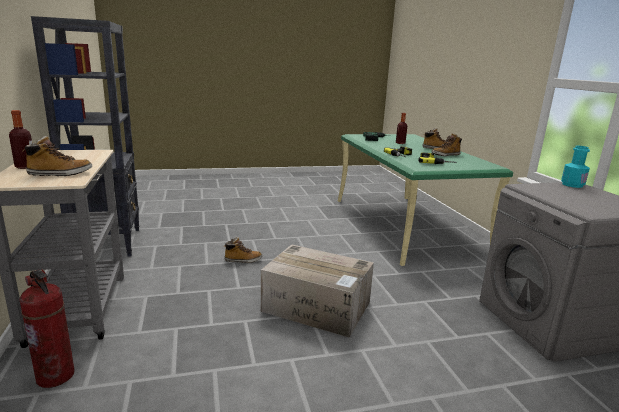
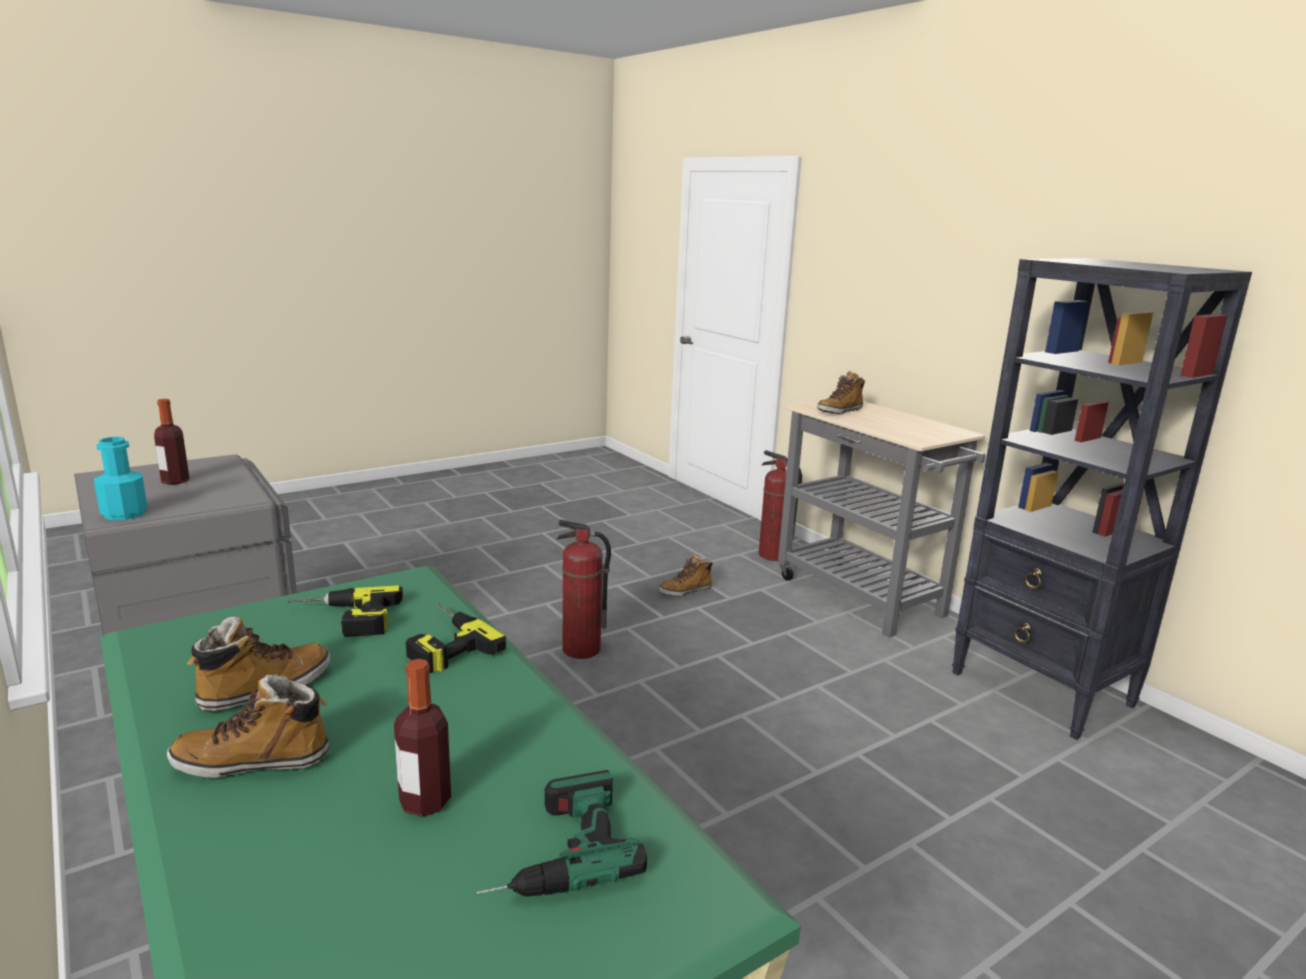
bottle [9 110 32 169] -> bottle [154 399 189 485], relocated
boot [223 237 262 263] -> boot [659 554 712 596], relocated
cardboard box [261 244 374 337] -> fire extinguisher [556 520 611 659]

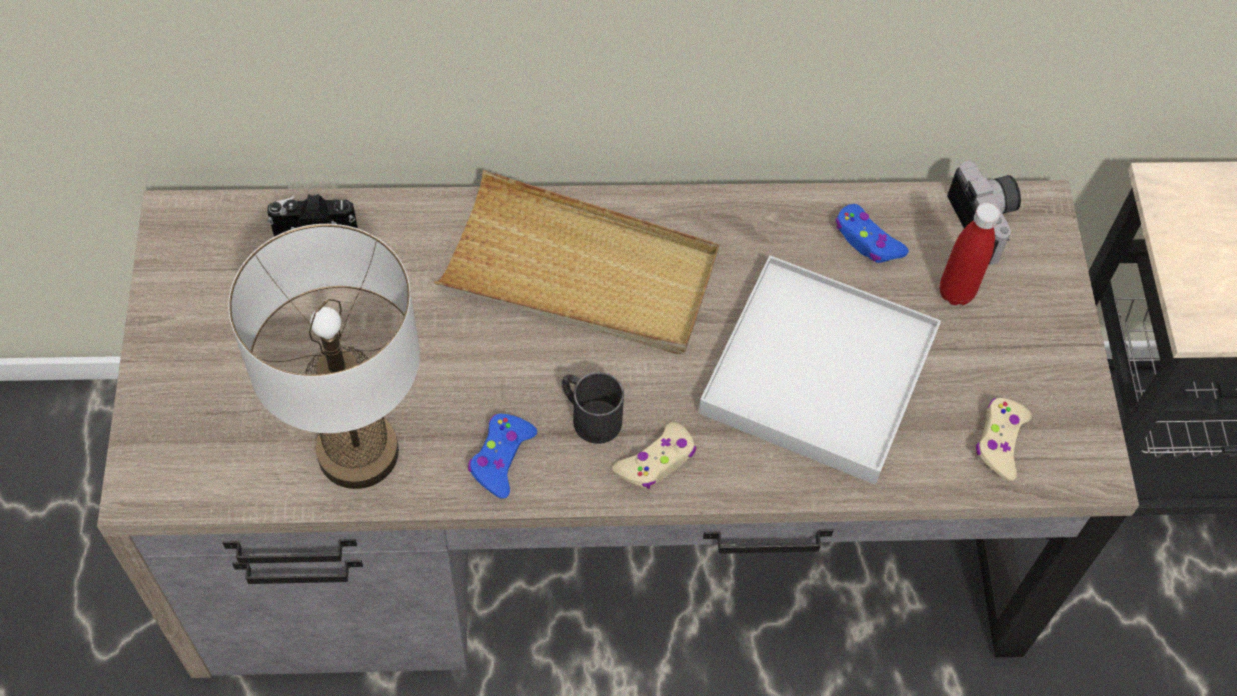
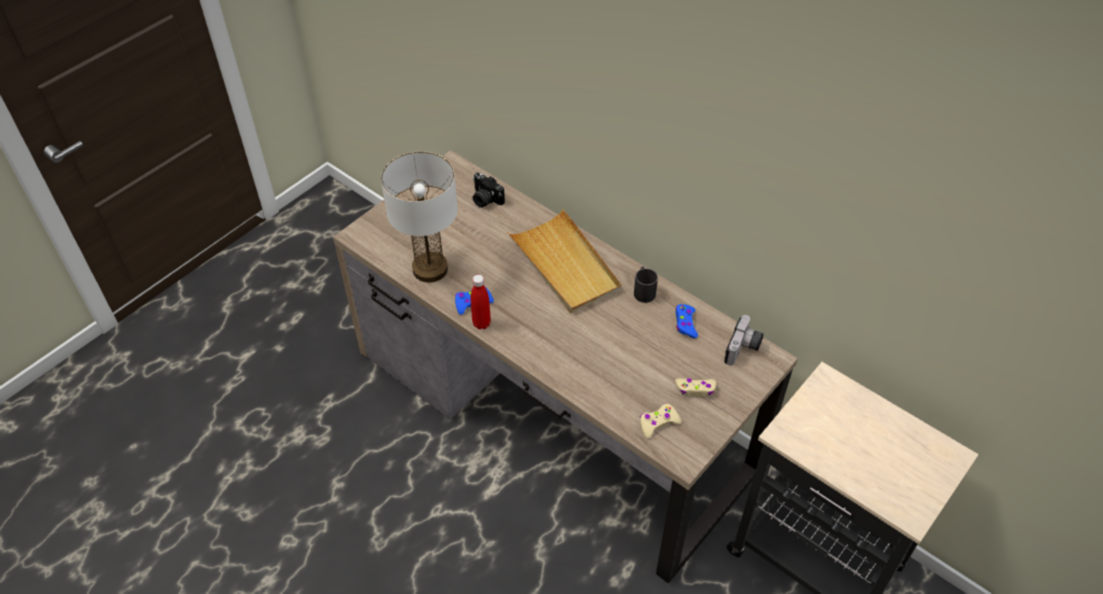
tray (white) [698 255 941 485] -> none
mug (black) [562 372 624 444] -> mug (black) [634 266 658 303], relocated
game controller (beige) [612 422 696 489] -> game controller (beige) [675 378 716 397], relocated
bottle (red) [939 203 1000 305] -> bottle (red) [471 275 491 329], relocated

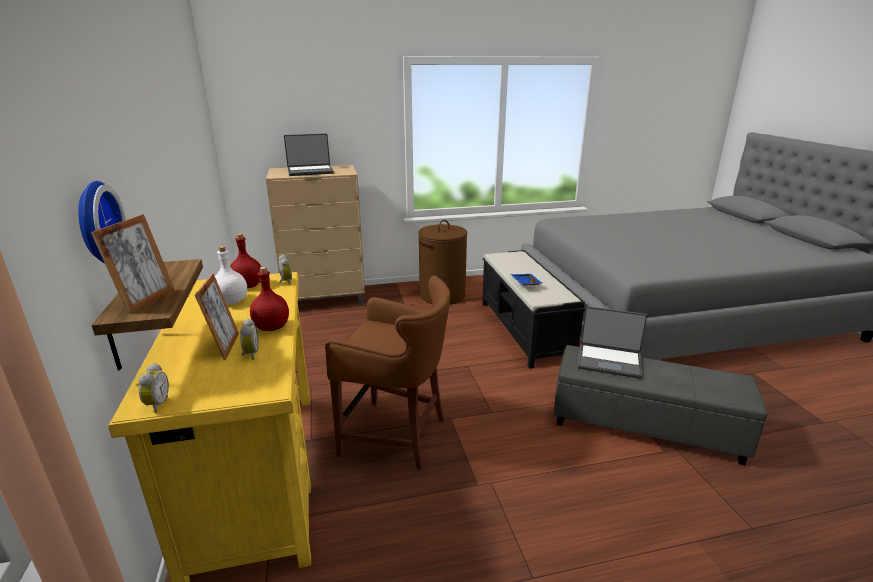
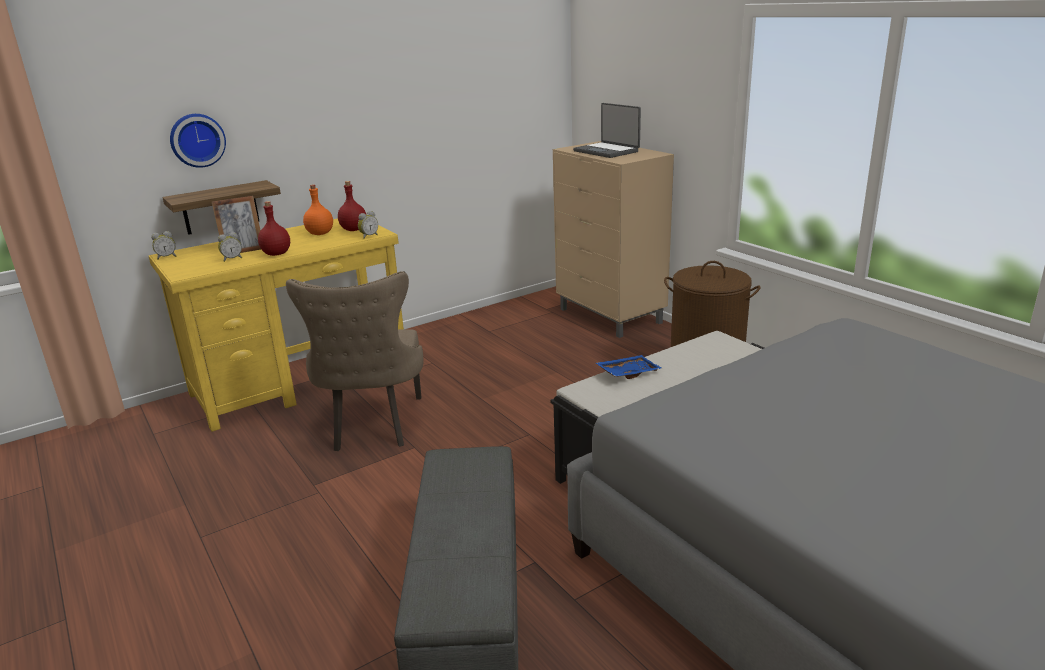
picture frame [91 214 174 314] -> none
laptop [578 306 647 379] -> none
stool (brown) [325 275 450 470] -> chair (beige) [286 272 423 451]
bottle (white) [215 246 247 305] -> bottle (orange) [303 184 333 235]

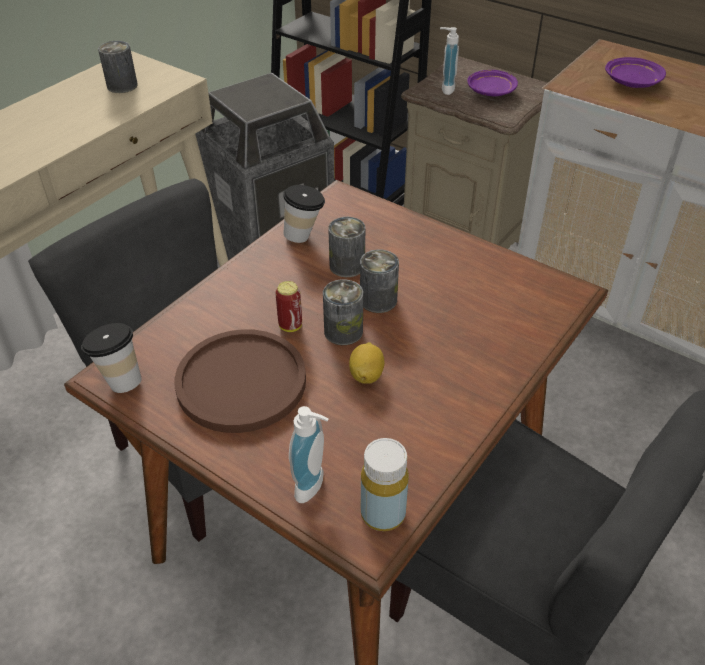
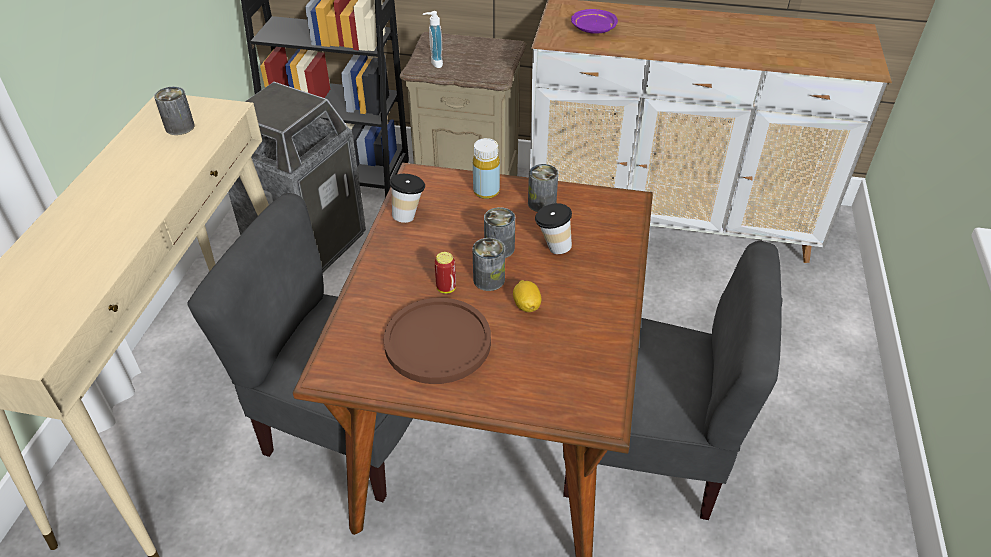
soap dispenser [289 406 329 503] -> none
plate (purple) [467 70 518 96] -> none
cup [81 323 142 393] -> cup [535 203 572 254], relocated
can [328 217 365 277] -> can [528 164 558 212], relocated
bottle (yellow) [361 438 409 531] -> bottle (yellow) [473 138 500 199], relocated

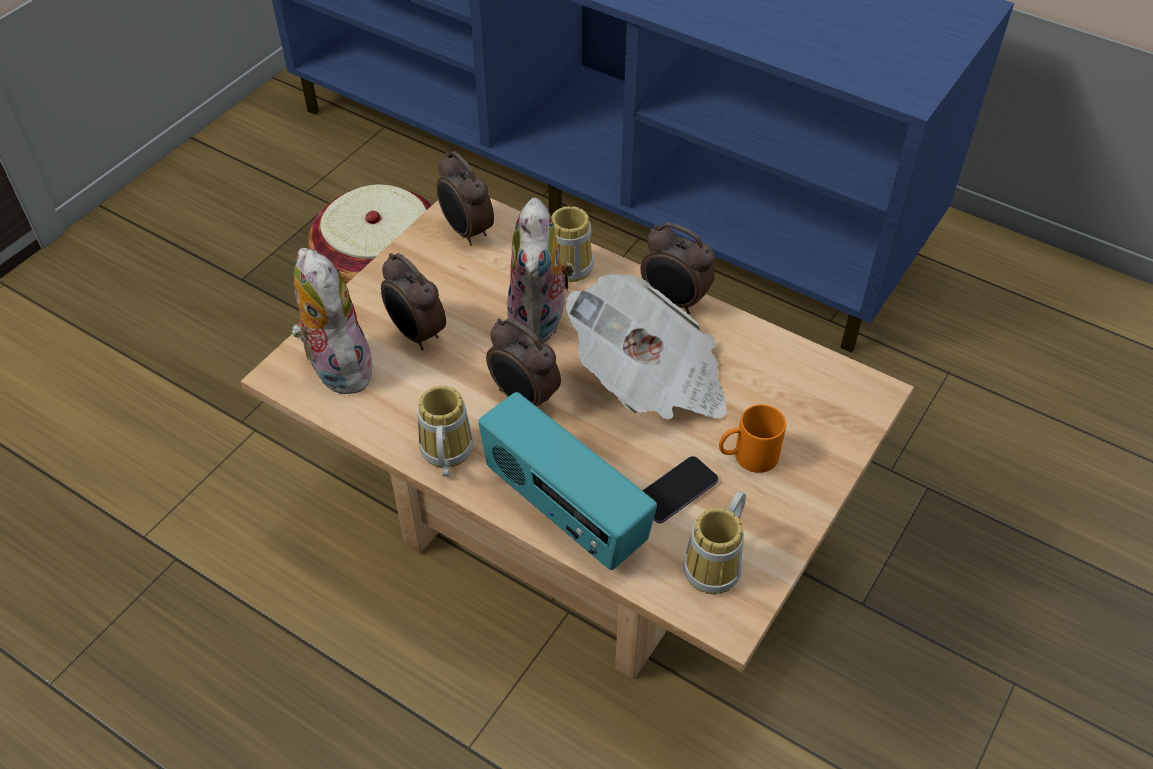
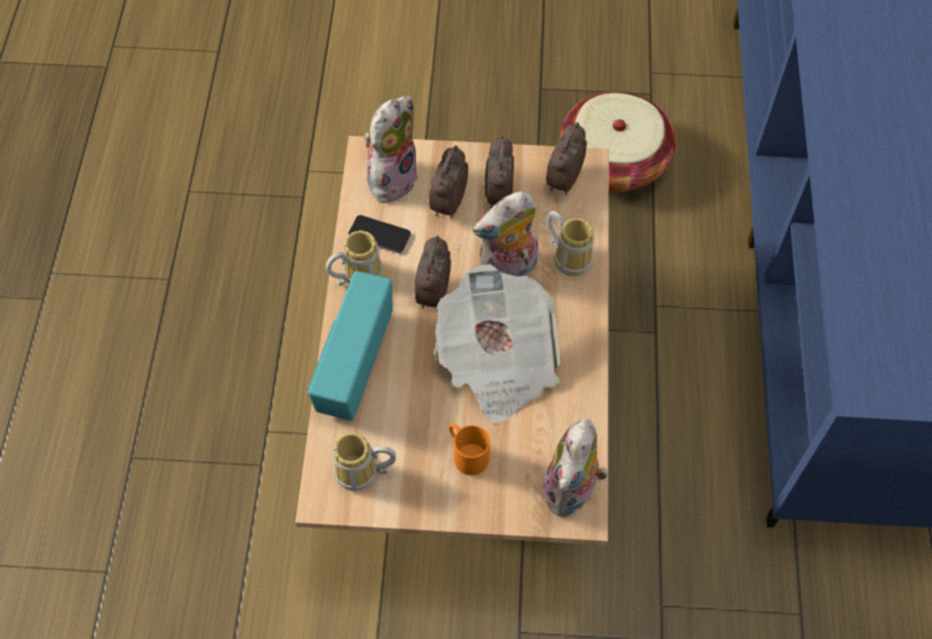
none -> plush toy [541 419 608 517]
alarm clock [641 222 715 314] -> alarm clock [485 135 514 208], relocated
phone [642 456 718 523] -> phone [348 215 411 253], relocated

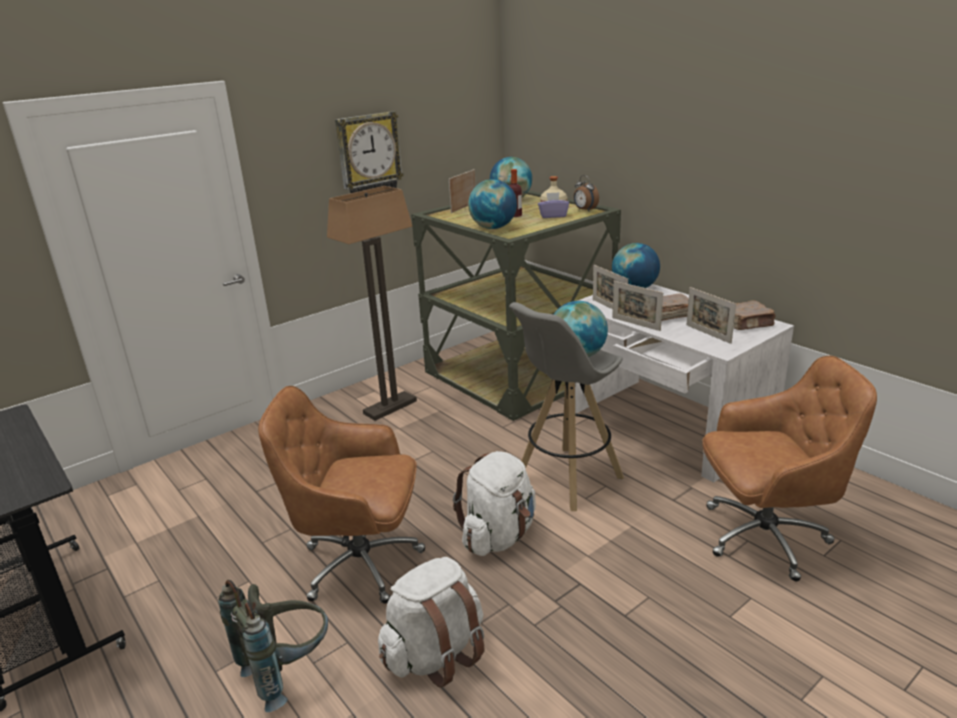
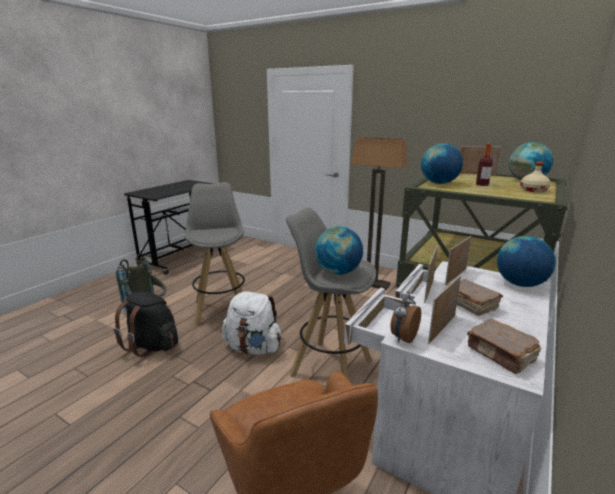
wall clock [335 111 404 193] -> none
tissue box (purple) [538 192 569 218] -> none
alarm clock [574 175 599 212] -> alarm clock [390 292 421 343], relocated
office chair (brown) [258 386 425 604] -> stool (grey) [184 182 245 326]
backpack (white) [378 557 484 688] -> backpack (black) [114 291 178 357]

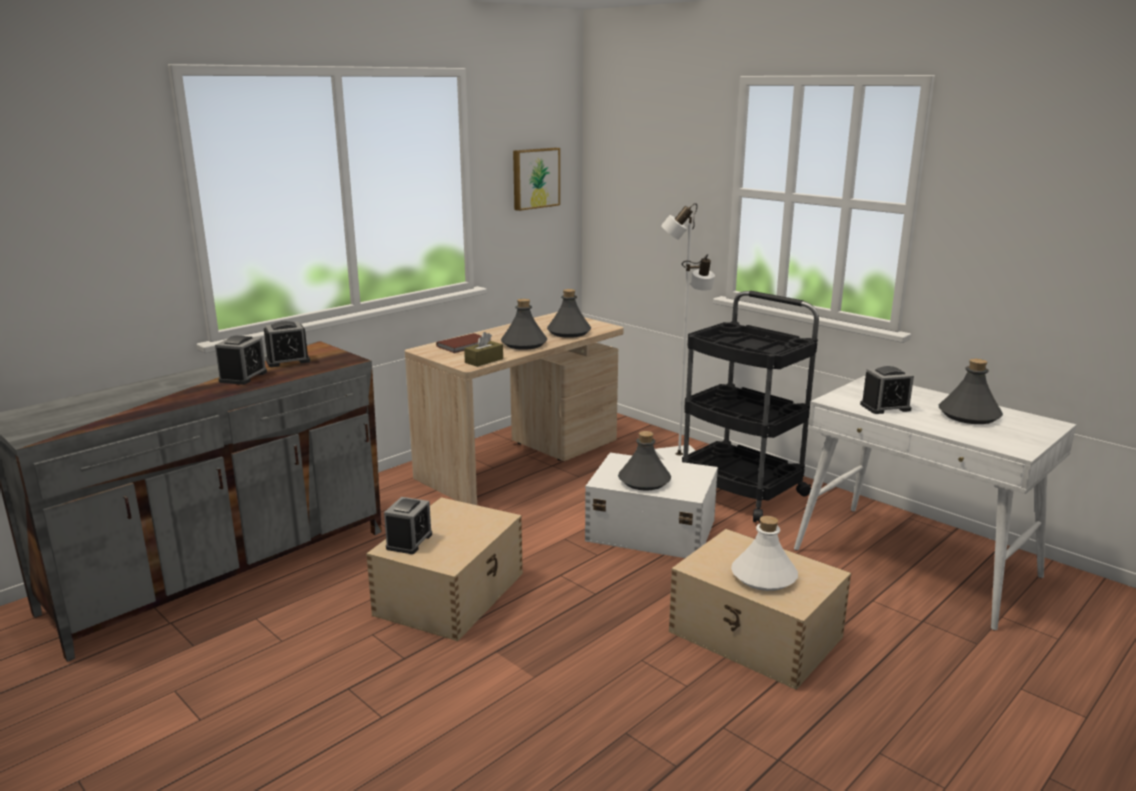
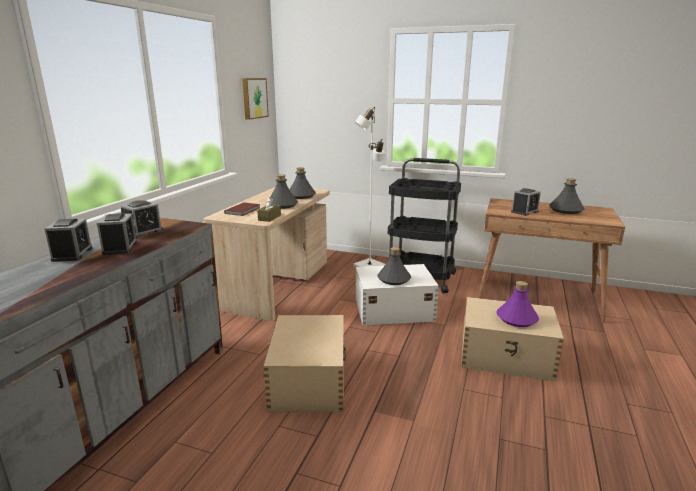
alarm clock [384 497 432 554] -> alarm clock [44 219 93 262], relocated
bottle (white) [731 516 798 591] -> bottle (purple) [496 281 539 327]
desk (white) [794 375 1076 631] -> desk (brown) [478 198 625 323]

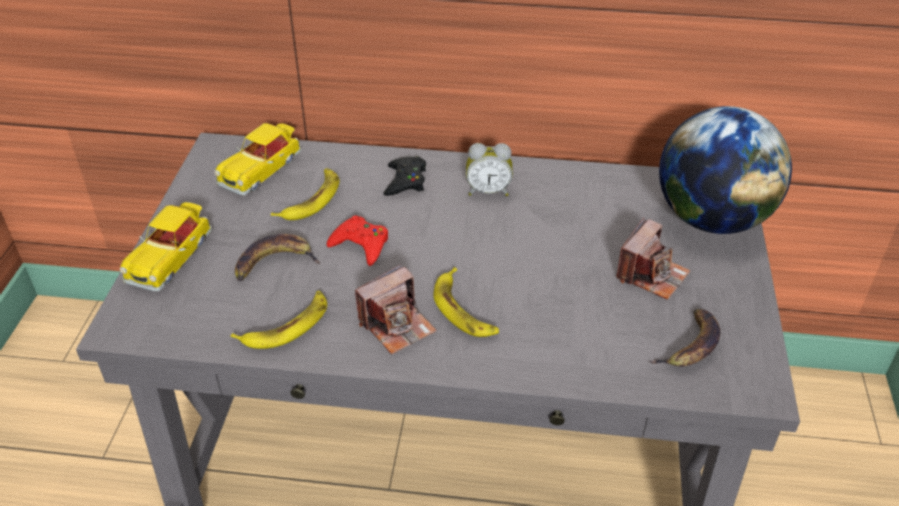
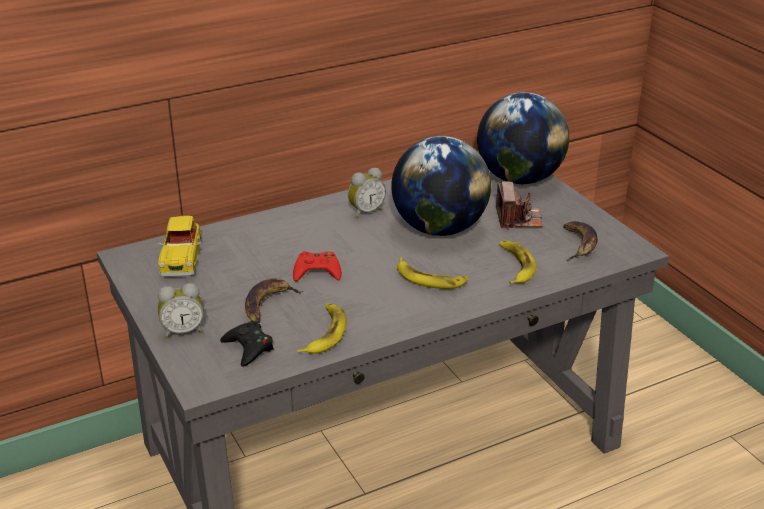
photo camera [355 265 436 354] -> none
none -> globe [391 136 491 236]
banana [271 168 340 220] -> banana [499 241 537 284], relocated
game controller (black) [383 156 426 196] -> game controller (black) [220 321 274 367], relocated
toy car [120 202 212 291] -> alarm clock [158 283 204 338]

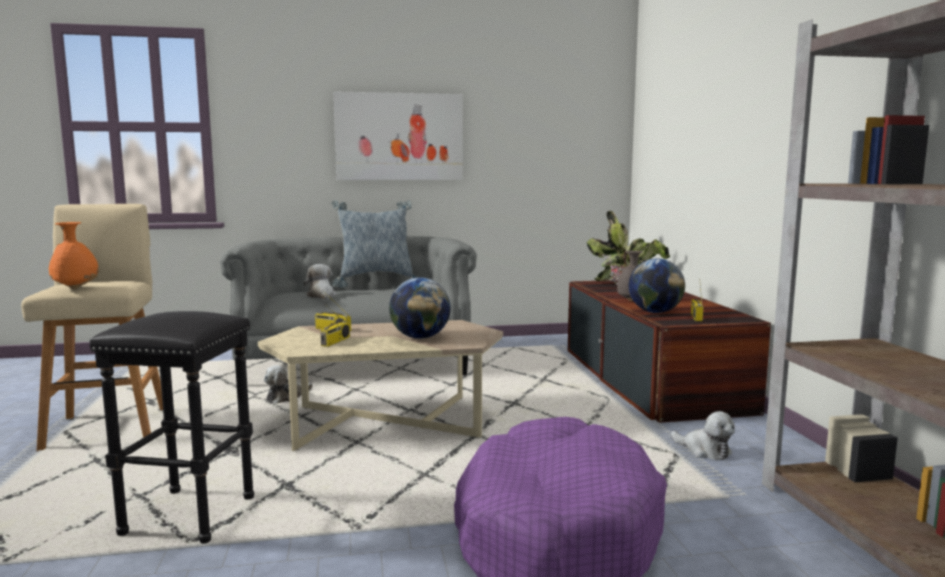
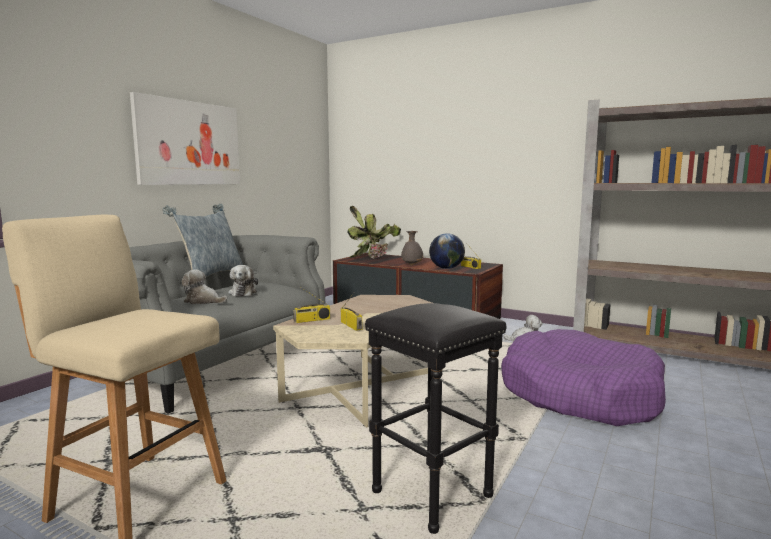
vase (orange) [49 222 99 289] -> none
globe [389 277 451 339] -> none
plush toy [264 365 313 403] -> plush toy [228 265 258 296], relocated

